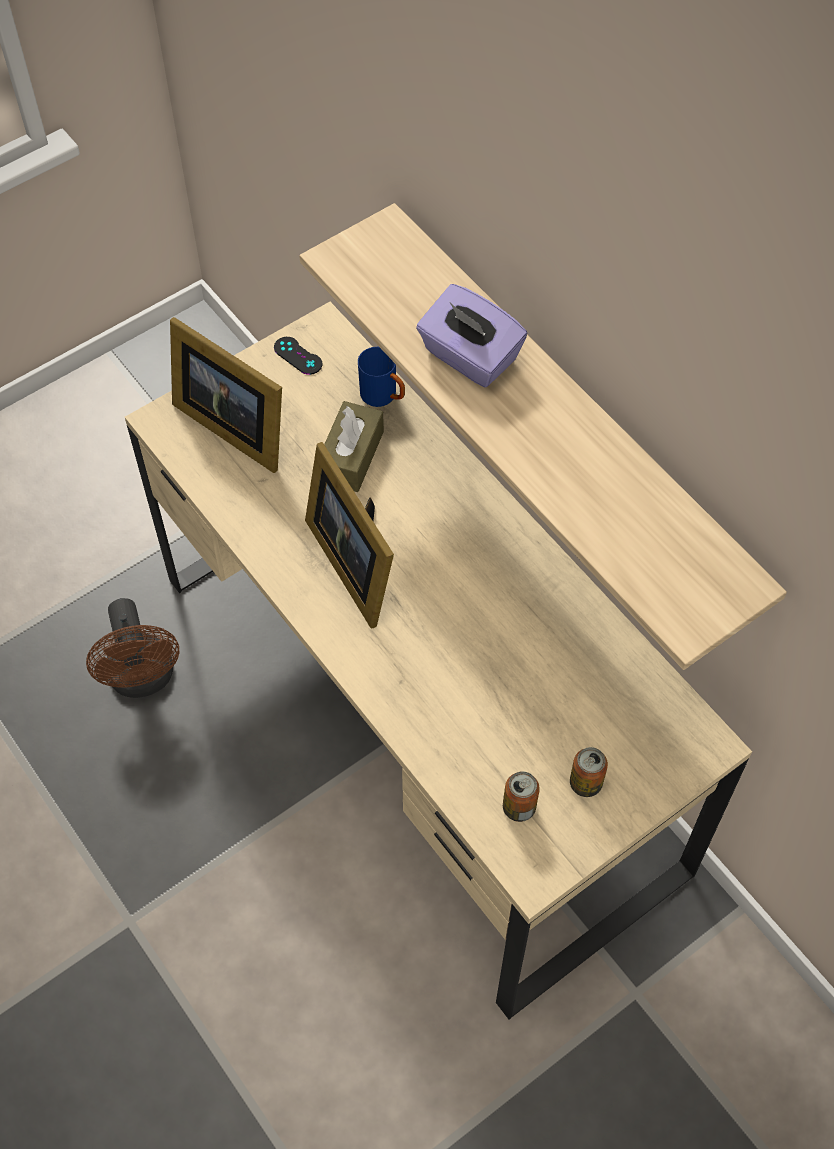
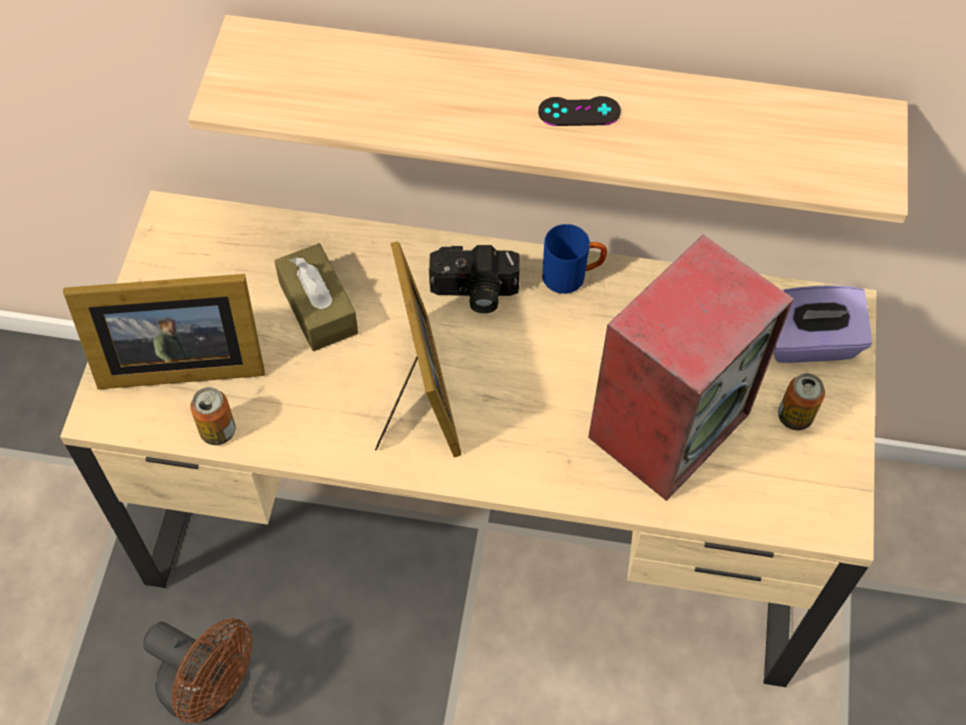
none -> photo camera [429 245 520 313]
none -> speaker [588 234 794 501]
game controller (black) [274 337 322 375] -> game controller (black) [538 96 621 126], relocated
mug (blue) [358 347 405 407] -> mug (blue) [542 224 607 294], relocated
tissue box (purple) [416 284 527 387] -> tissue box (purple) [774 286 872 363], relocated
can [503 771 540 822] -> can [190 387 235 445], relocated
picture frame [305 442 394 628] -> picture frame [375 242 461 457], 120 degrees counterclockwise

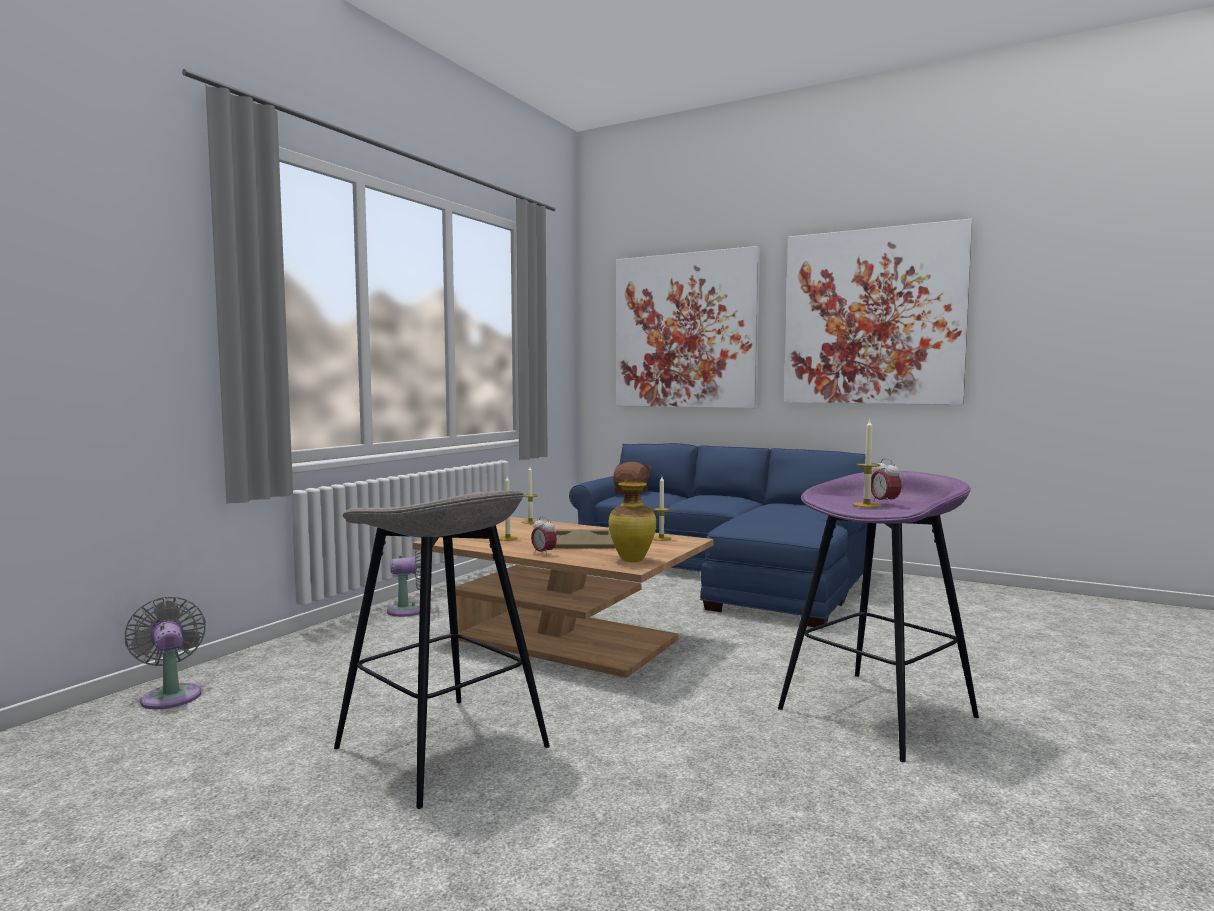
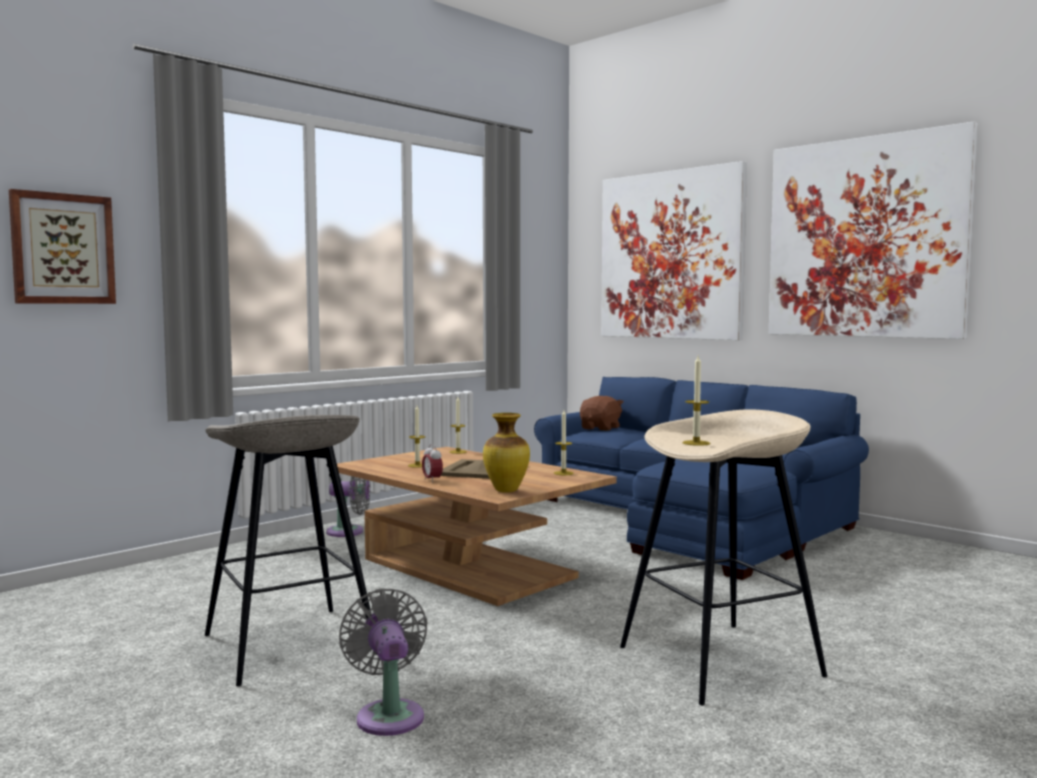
alarm clock [871 458 902 505] -> none
none -> picture [9 189 116 304]
fan (grey) [125 597 206 710] -> fan (grey) [339 589 428 736], relocated
stool (purple) [778 471 979 762] -> stool (beige) [620 409 827 705]

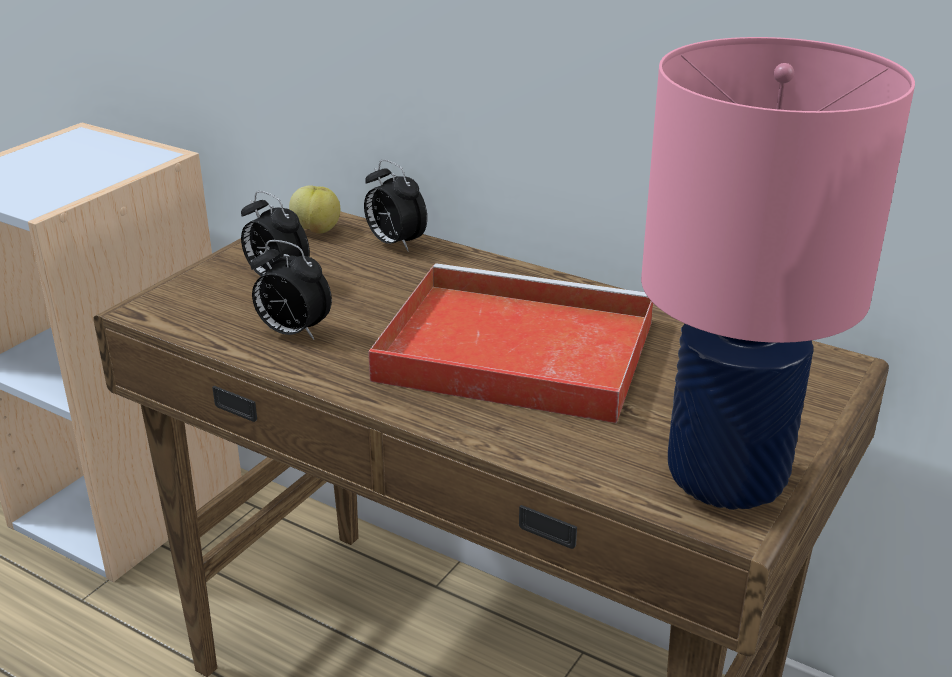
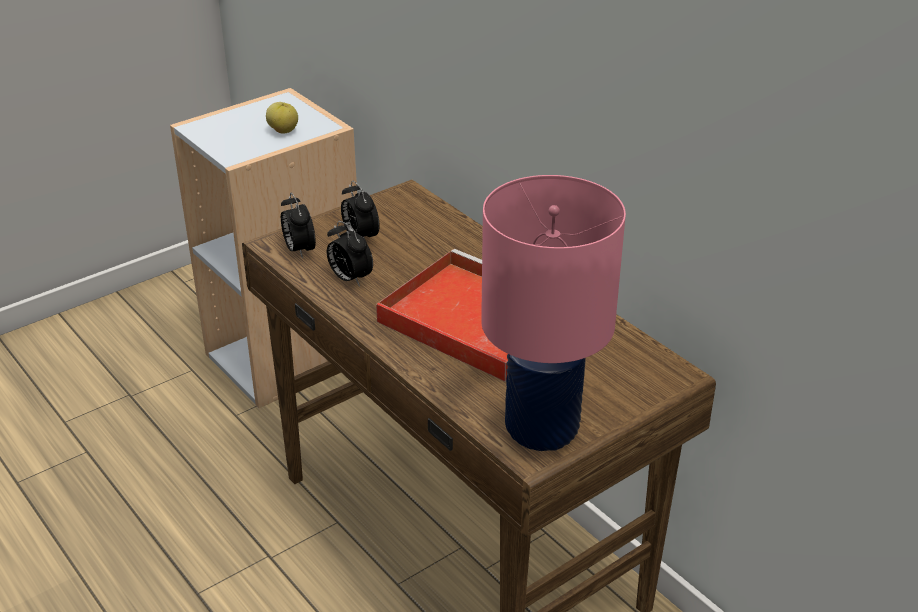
apple [289 185 340 234] -> apple [266 102 298 134], relocated
alarm clock [364 160 427 252] -> alarm clock [281 193 316 259], relocated

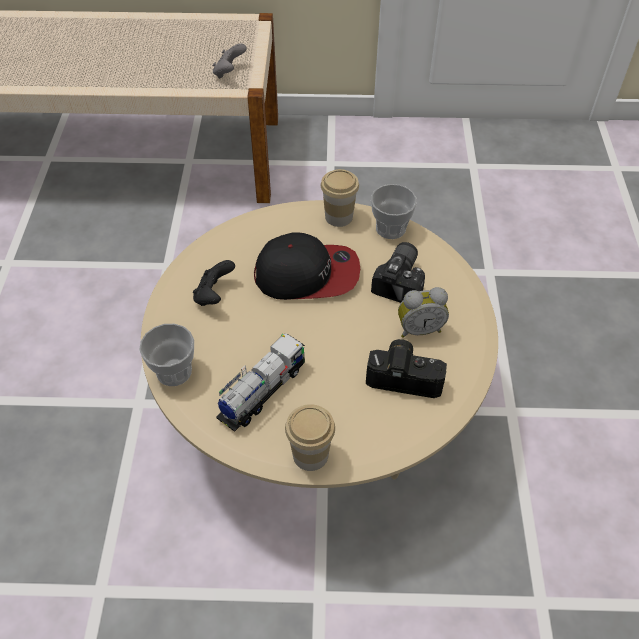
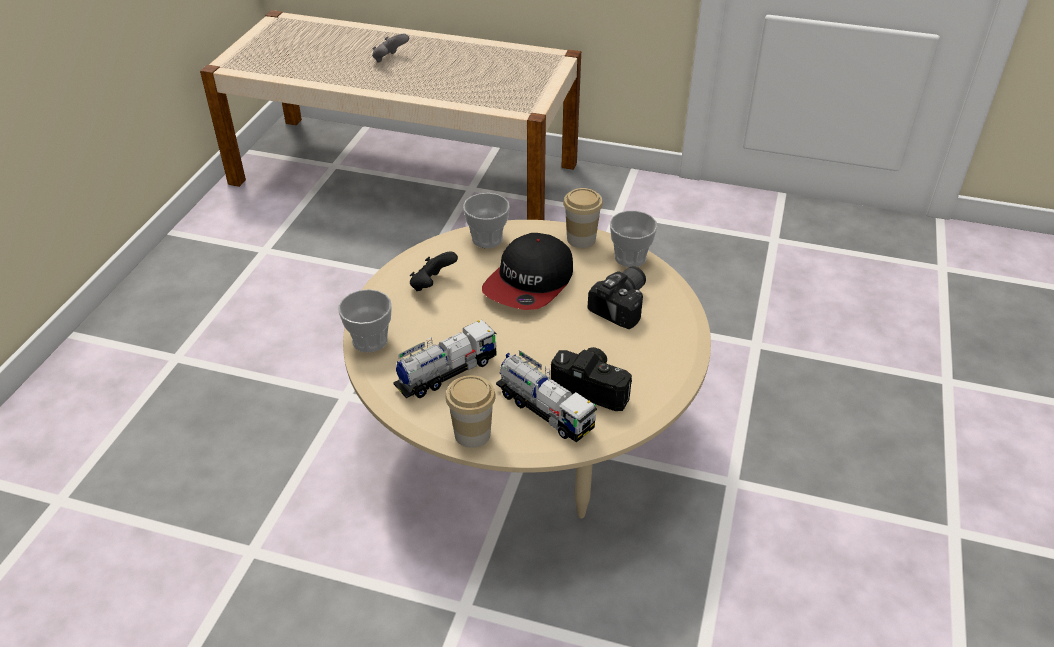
alarm clock [398 287 449 338] -> none
none -> cup [463 193 510 248]
none -> toy truck [496 350 597 442]
game controller (grey) [212 43 247 79] -> game controller (grey) [372 34 409 63], relocated
cap [254 232 360 300] -> cap [482 233 573 310], 105 degrees clockwise

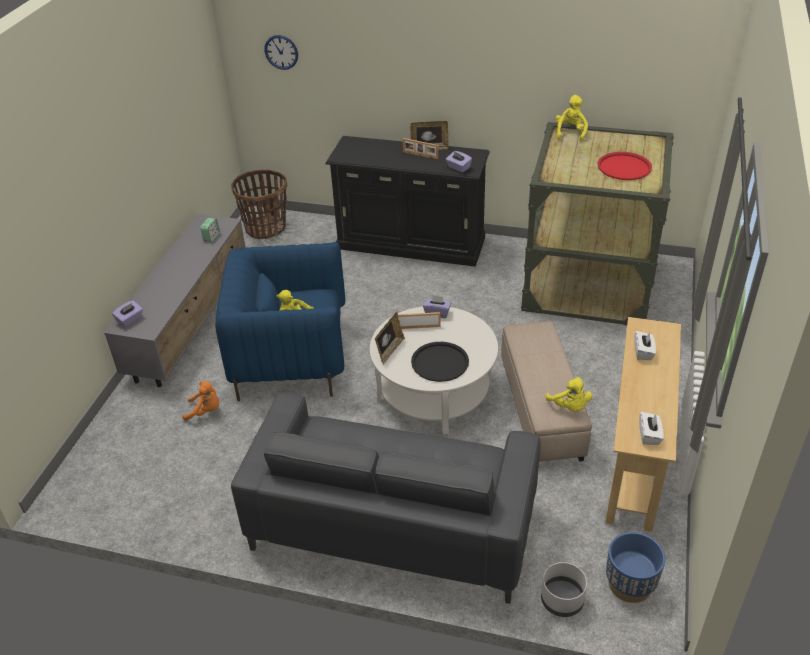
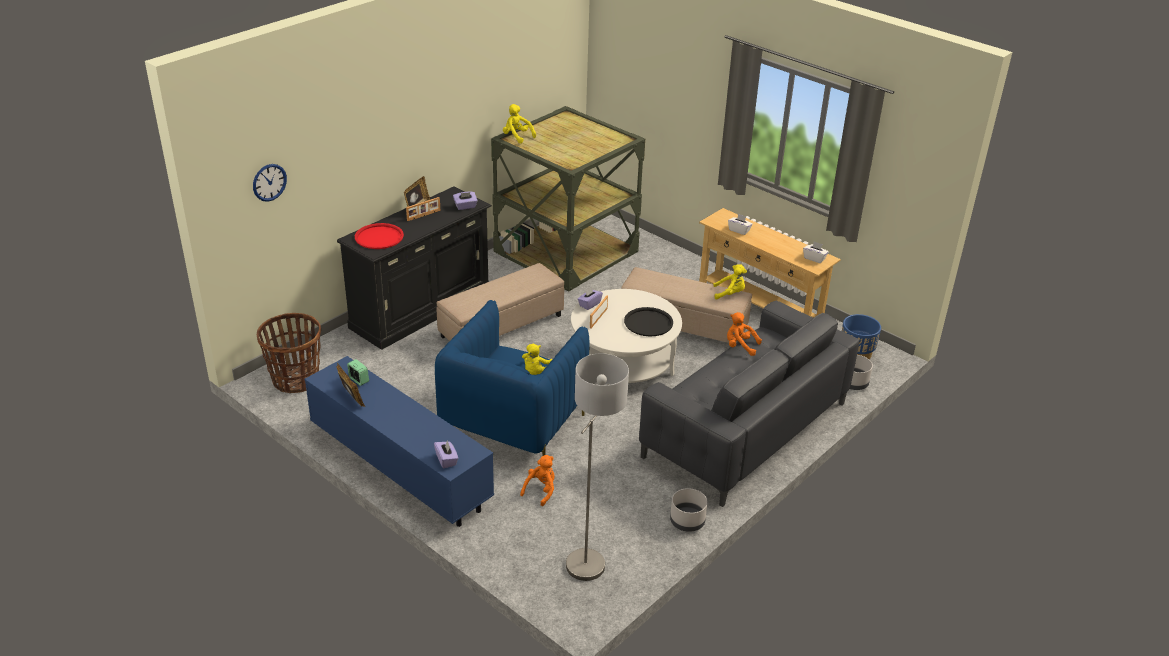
none -> ottoman (beige) [437 263 564 341]
none -> floor lamp (grey) [566 353 629 581]
none -> planter (grey) [670 488 708 532]
none -> plush toy (orange) [727 312 762 356]
picture frame [375 312 405 364] -> picture frame [336 363 365 407], relocated
tray (red) [598 152 652 180] -> tray (red) [355 223 404 249], relocated
tv stand (grey) [104 214 246 387] -> tv stand (blue) [304 356 494 527]

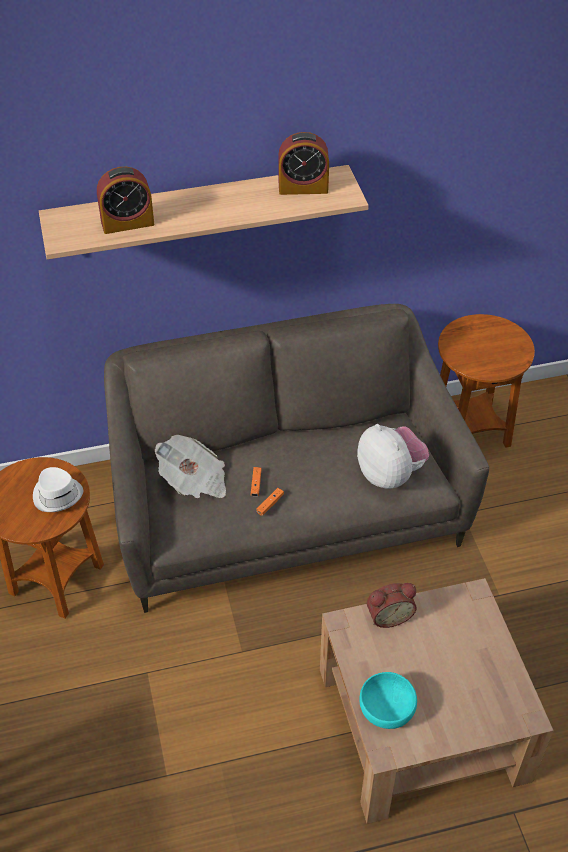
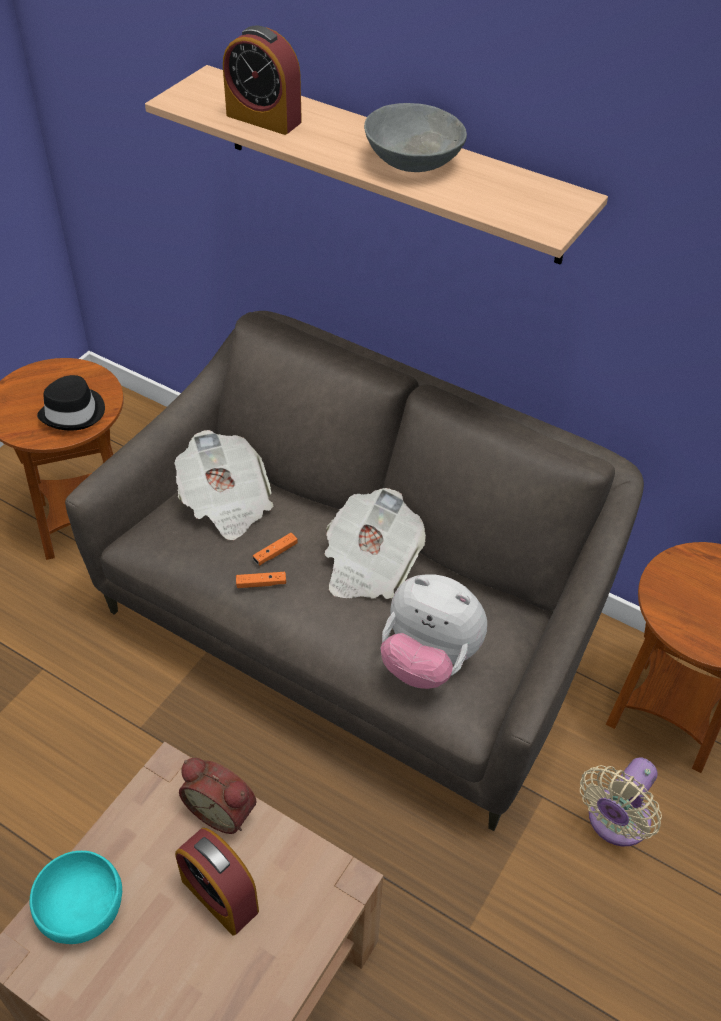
none -> newspaper [324 488 426 599]
none -> bowl (grey) [364 103 467 172]
none -> fan (beige) [580 757 662 846]
alarm clock [278 132 329 195] -> alarm clock [175 828 259 936], relocated
hat (white) [33 467 83 512] -> hat (black) [37 375 105 430]
plush toy [357 424 429 489] -> plush toy [380 575 487 689], 105 degrees clockwise

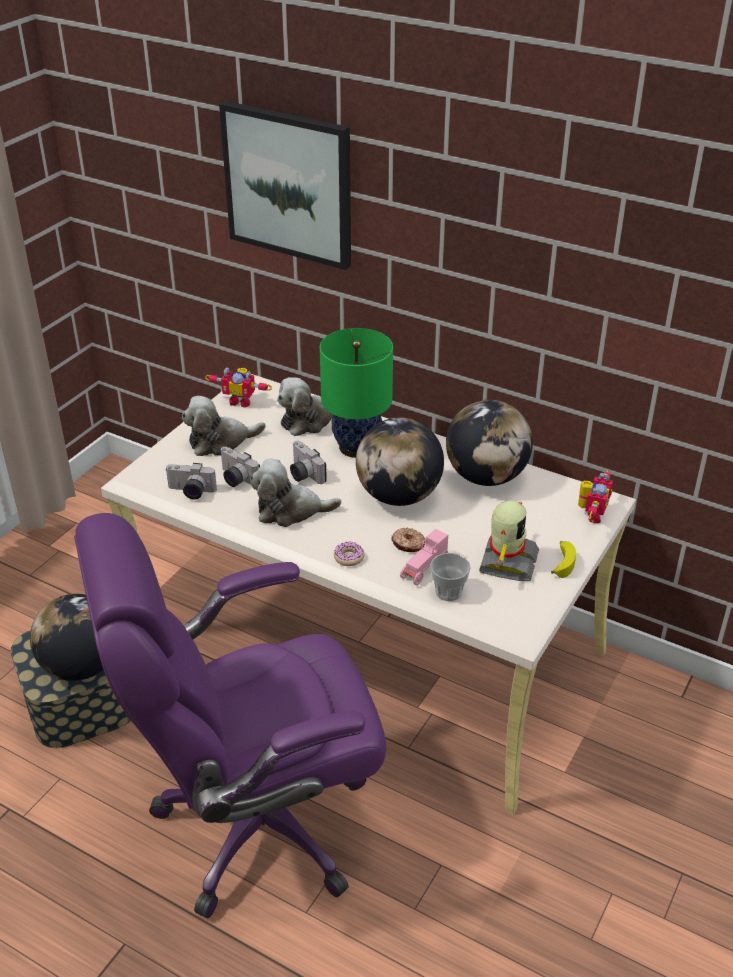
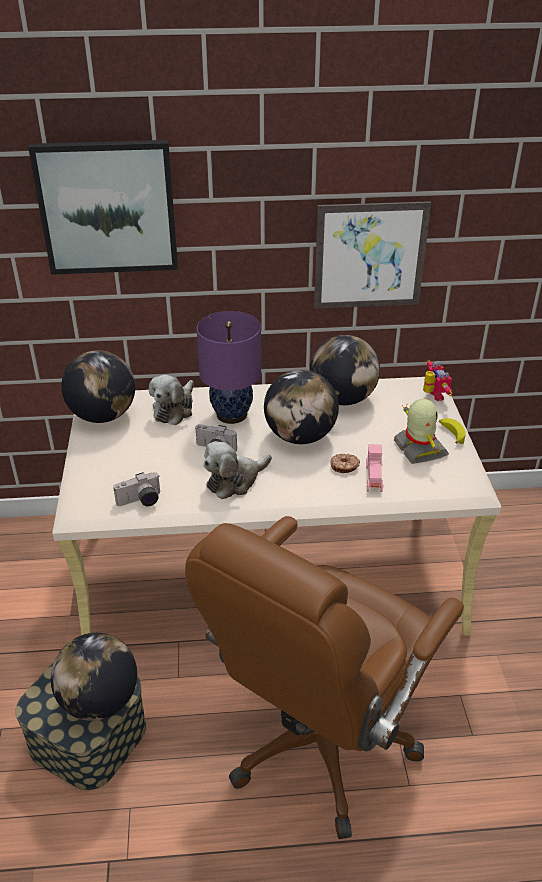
plush toy [182 396 266 456] -> none
photo camera [221 447 260 487] -> none
donut [334 541 365 566] -> none
cup [430 553 471 601] -> none
none -> picture [314 201 431 309]
toy robot [205 368 272 408] -> globe [61 350 135 423]
office chair (purple) [74 513 386 918] -> office chair (brown) [185 516 464 839]
table lamp (green) [320 328 393 458] -> table lamp (purple) [197 311 261 424]

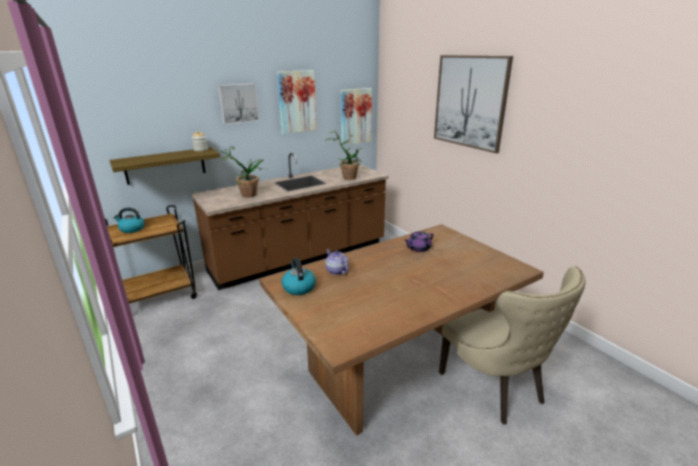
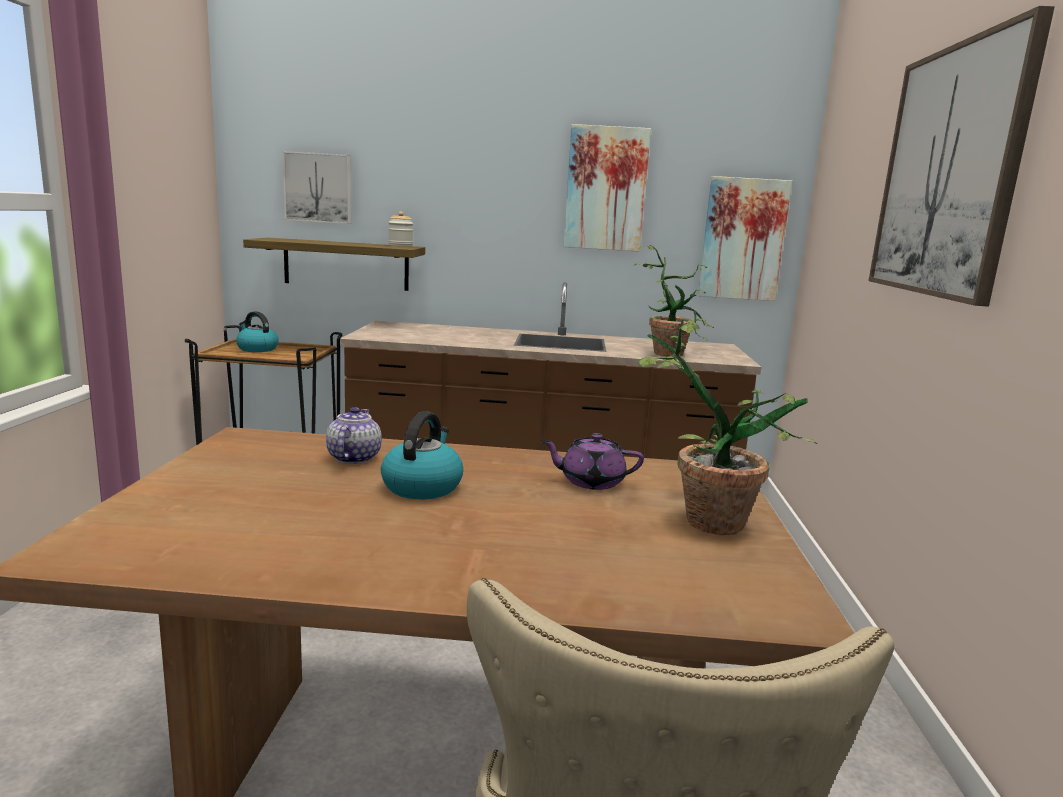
picture [218 83 259 124] -> picture [282 151 352 224], relocated
potted plant [221 146 263 198] -> potted plant [637 319 817 535], relocated
kettle [282 258 316 295] -> kettle [381 411 463 499], relocated

